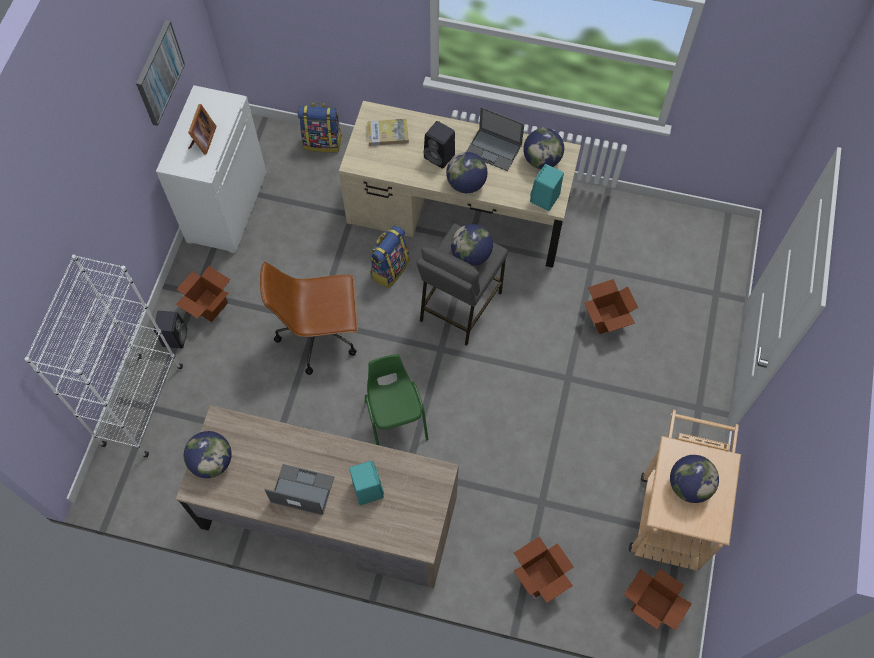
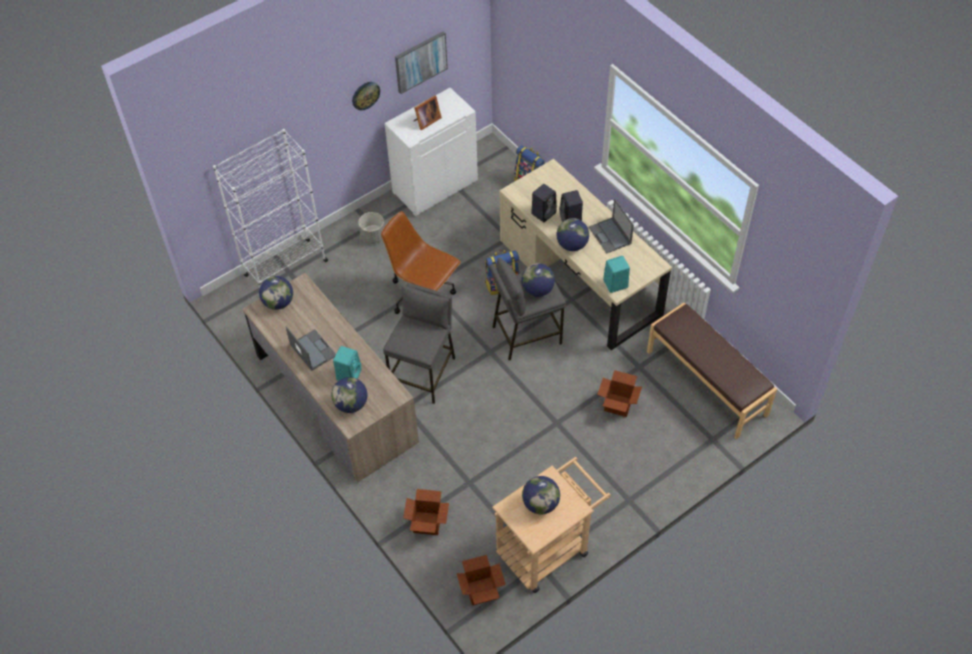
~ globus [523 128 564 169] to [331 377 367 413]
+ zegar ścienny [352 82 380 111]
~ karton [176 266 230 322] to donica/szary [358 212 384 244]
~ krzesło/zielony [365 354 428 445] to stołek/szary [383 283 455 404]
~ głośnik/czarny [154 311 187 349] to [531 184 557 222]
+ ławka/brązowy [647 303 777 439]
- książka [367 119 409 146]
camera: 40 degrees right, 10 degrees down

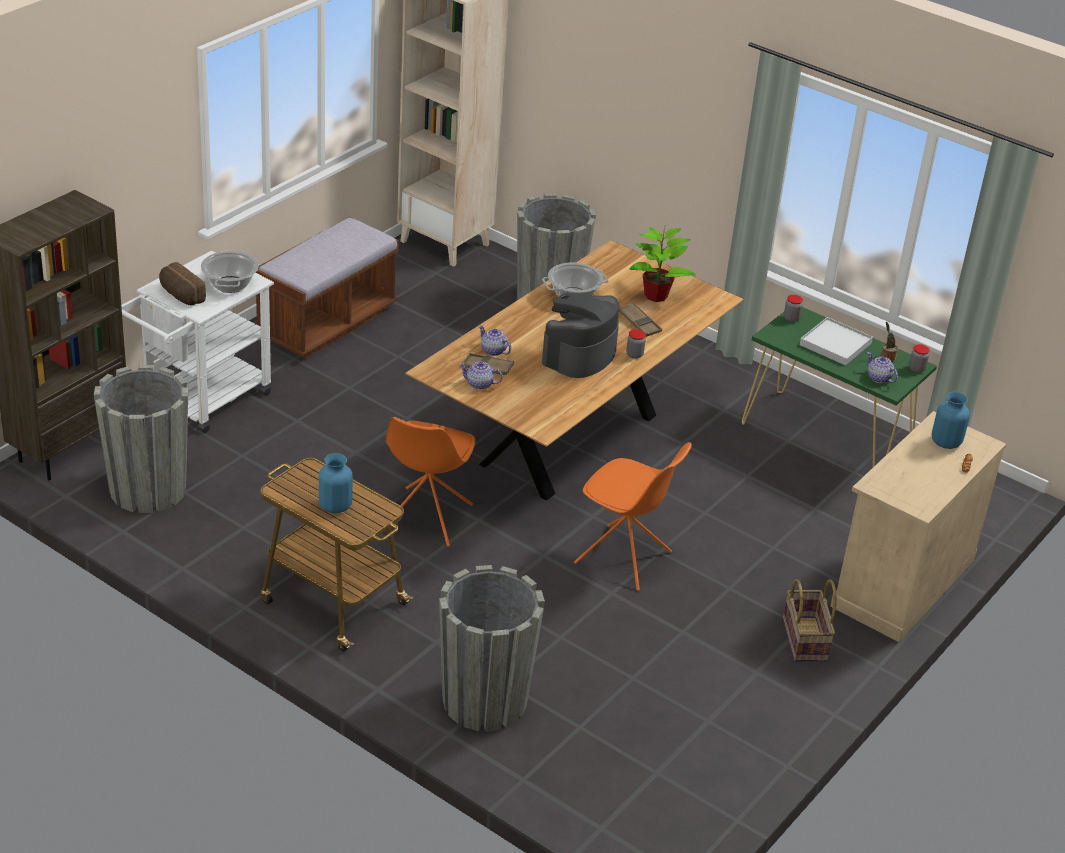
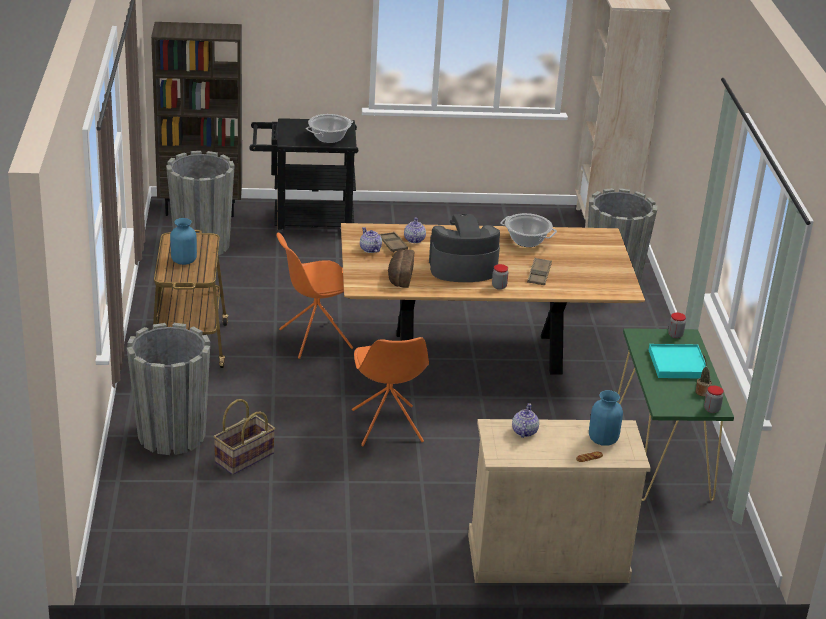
~ koszyk [783 579 837 661] to [213 399 275 475]
~ wózek/biały [121 250 274 433] to wózek/czarny [249 118 358 236]
~ chleb [159 262 206 305] to [388 250 414 288]
~ imbryk [867 352 898 383] to [512 403 539 438]
~ taca/biały [800 317 873 366] to taca/turkusowy [649 344 706 378]
- ławka/brązowy [256 217 399 359]
- roślina doniczkowa [630 227 696 302]
camera: 50 degrees right, 5 degrees down

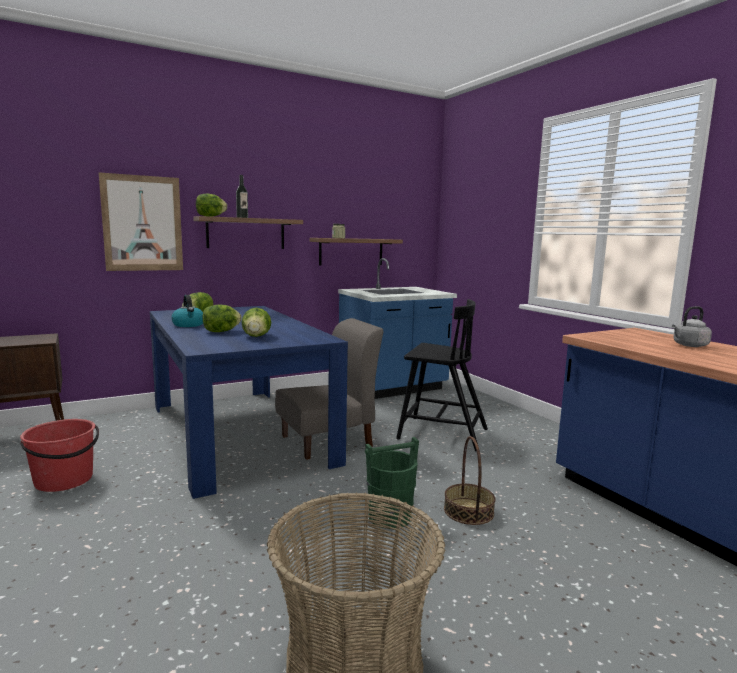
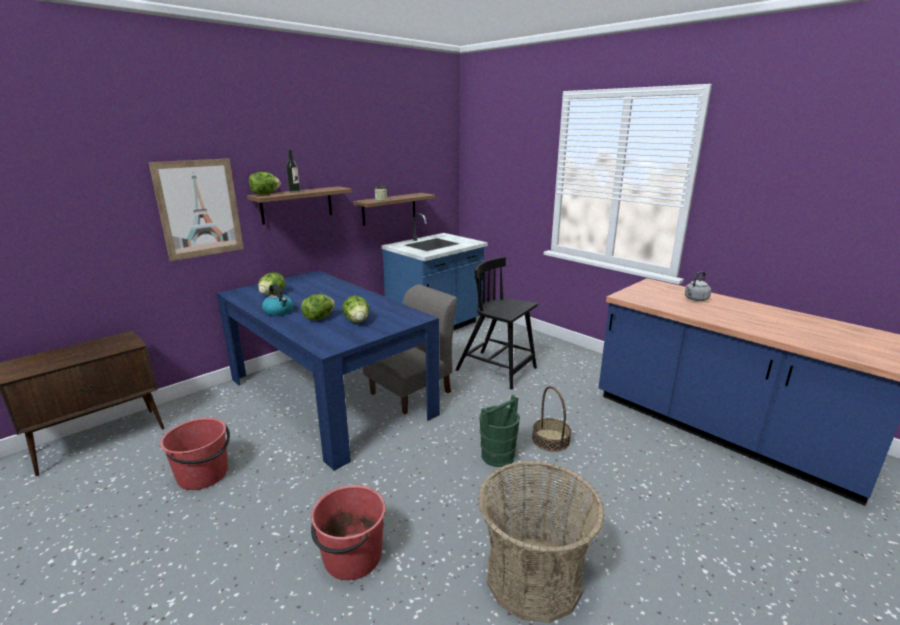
+ wiadro/czerwony [311 485 386 580]
~ krzesło/czarny [396 299 488 452] = [455 257 538 389] 150 degrees counterclockwise
camera: 15 degrees left, 10 degrees up

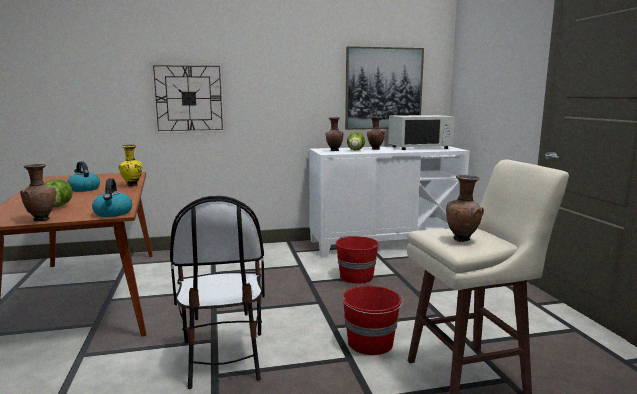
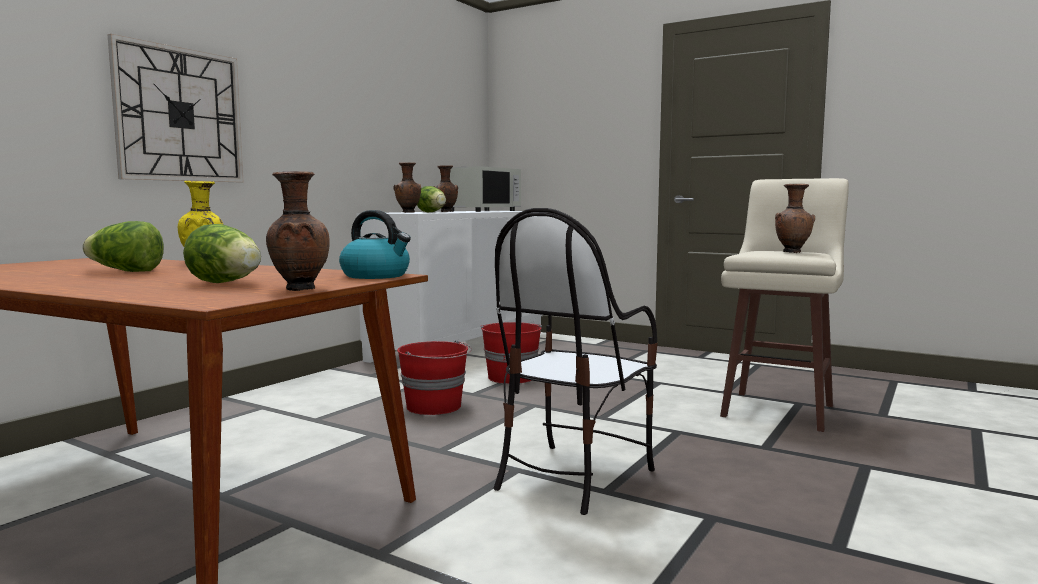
~ czajnik [67 161 100 192] to sałata [82 221 164 272]
~ wiadro/czerwony [342 286 403 355] to [397 340 471 415]
~ krzesło [170 196 265 389] = [493 208 658 515] 90 degrees clockwise
- obraz [345 46 424 130]
camera: 45 degrees left, 5 degrees down

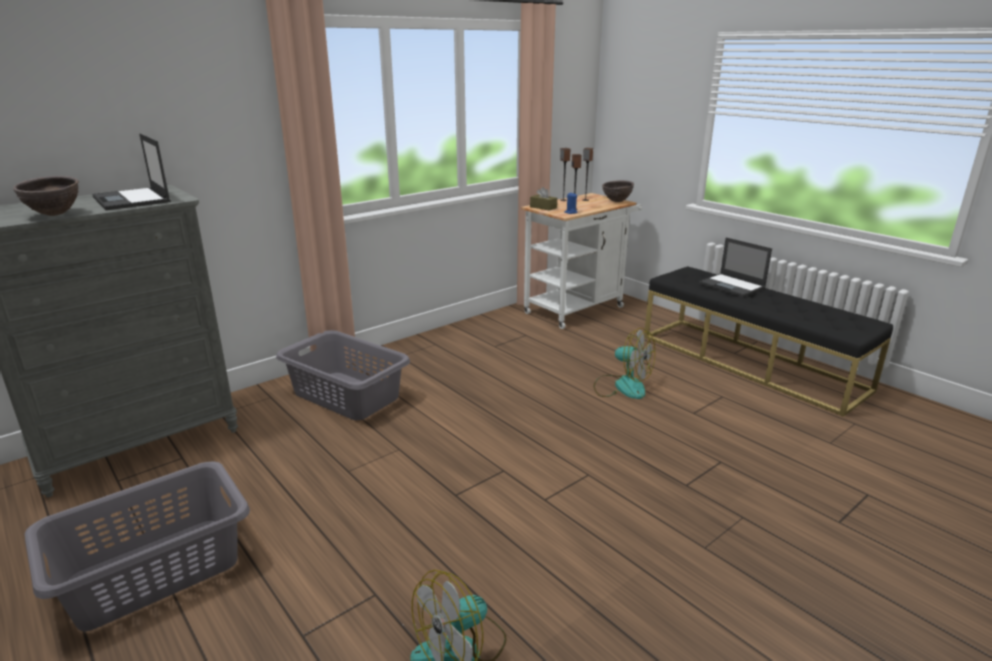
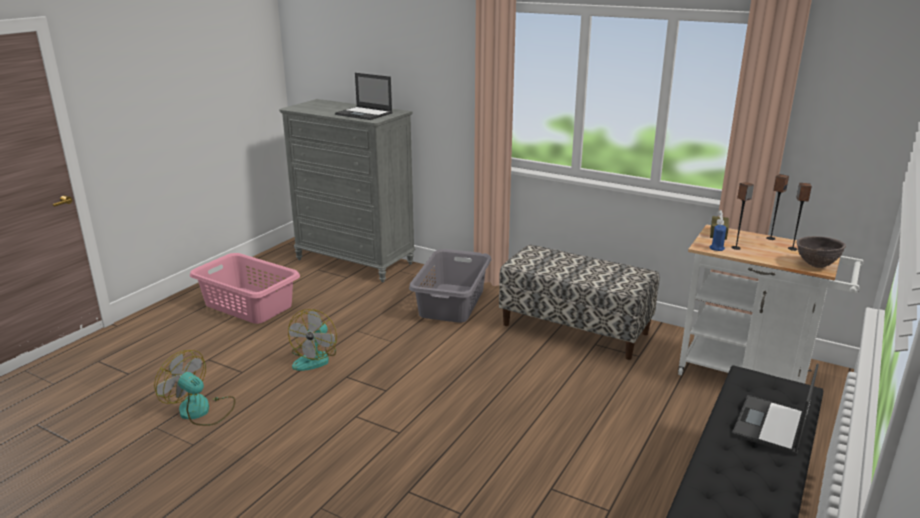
~ kosz na pranie/szary [25 462 250 631] to kosz na pranie/różowy [190 253 300 324]
~ wentylator [594 328 655 399] to [288 309 337 371]
~ laptop [92 133 171 210] = [335 73 393 120] 90 degrees counterclockwise
+ ławka [499 245 659 360]
- miska/brązowy [13 176 79 216]
camera: 70 degrees right, 0 degrees up

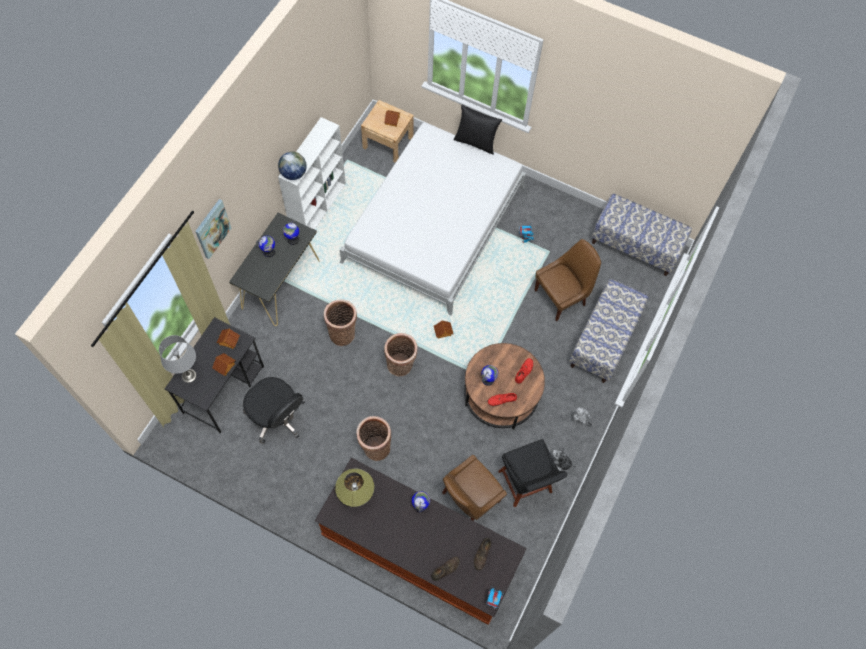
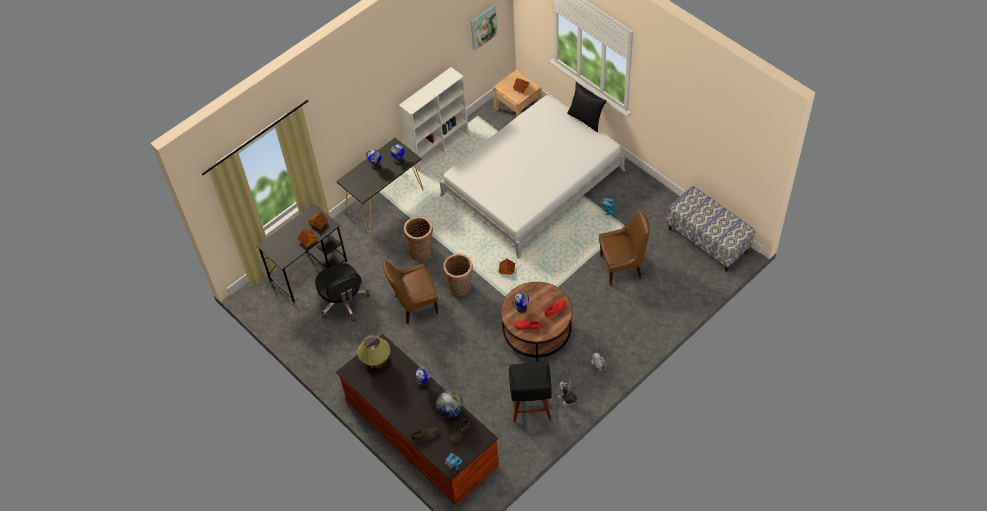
~ krzesło/brązowy [442 455 507 521] to [383 261 438 324]
~ globus [278 151 307 180] to [436 391 463 418]
~ obraz [195 199 231 259] to [471 4 497 51]
- lampa stołowa/szary [159 335 196 383]
- koszyk [356 416 391 461]
- ławka [569 279 649 383]
camera: 25 degrees right, 10 degrees down

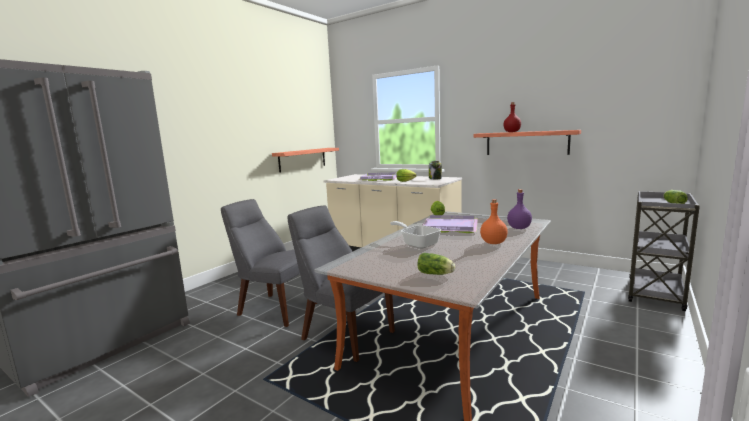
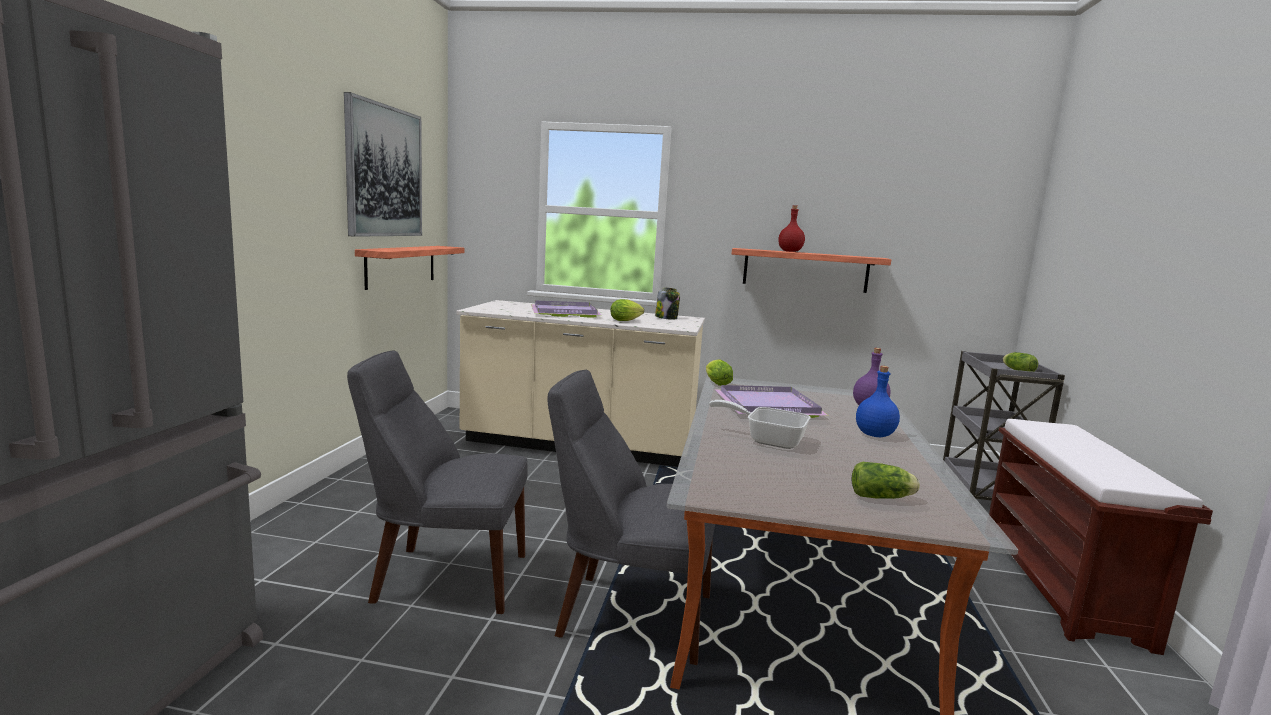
+ obraz [344 92 422 237]
~ butelka/pomarańczowy [480 199 508 244] to butelka/niebieski [856 366 900 437]
+ ławka/brązowy [989 419 1213 655]
camera: 25 degrees left, 0 degrees up

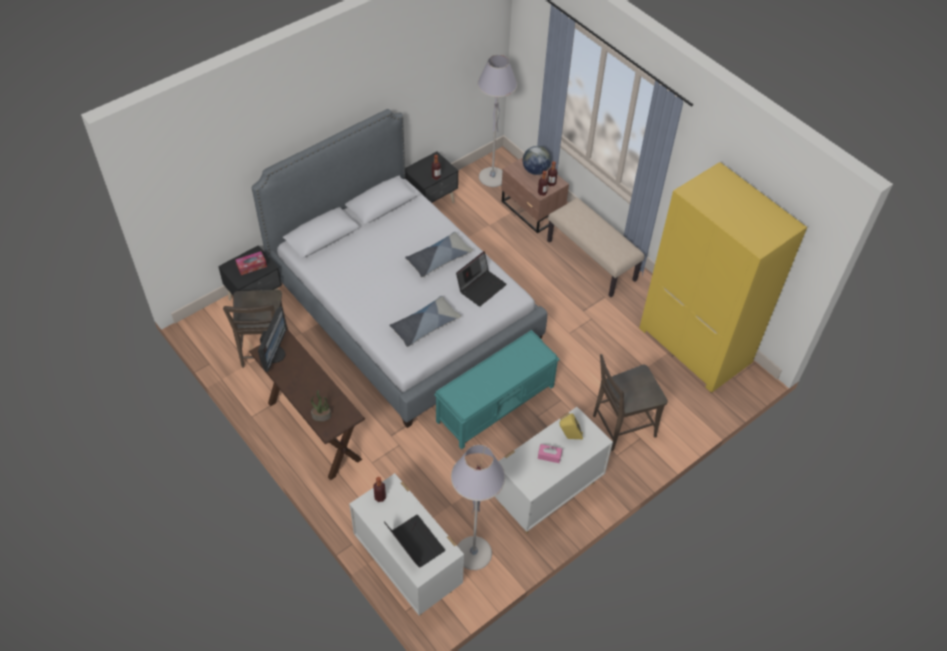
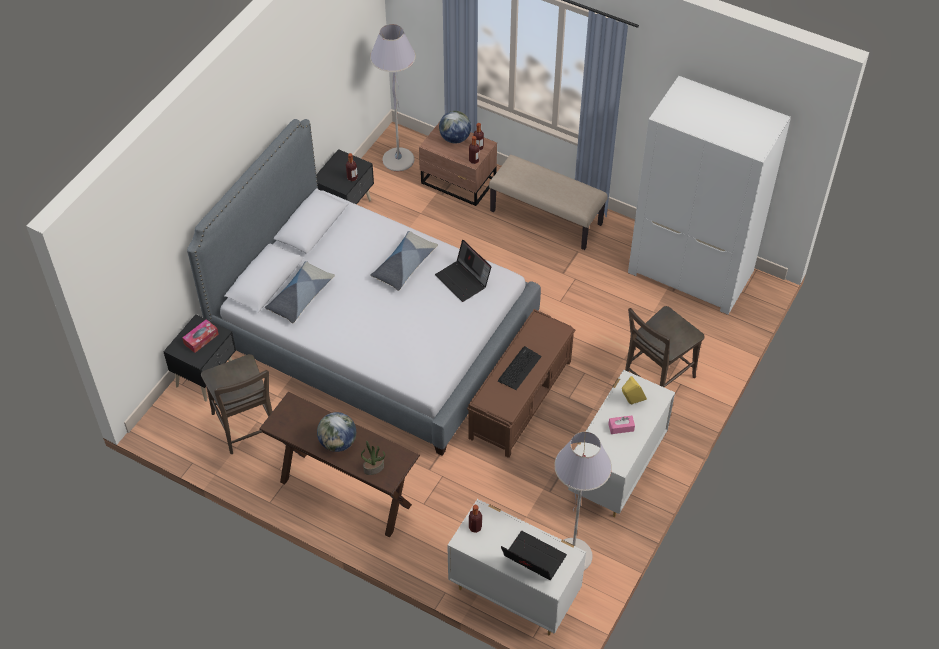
~ poduszka [389 296 461 347] to [265 261 335 323]
+ globus [317 412 356 452]
~ laptop [456 251 507 307] = [435 240 491 302] 120 degrees clockwise
~ ławka/turkusowy [434 330 560 449] to ławka/brązowy [467 309 576 458]
+ klawiatura [498 346 542 390]
~ szafa/żółty [639 162 807 393] to szafa/biały [628 76 791 315]
- monitor [258 306 287 372]
camera: 20 degrees left, 0 degrees up

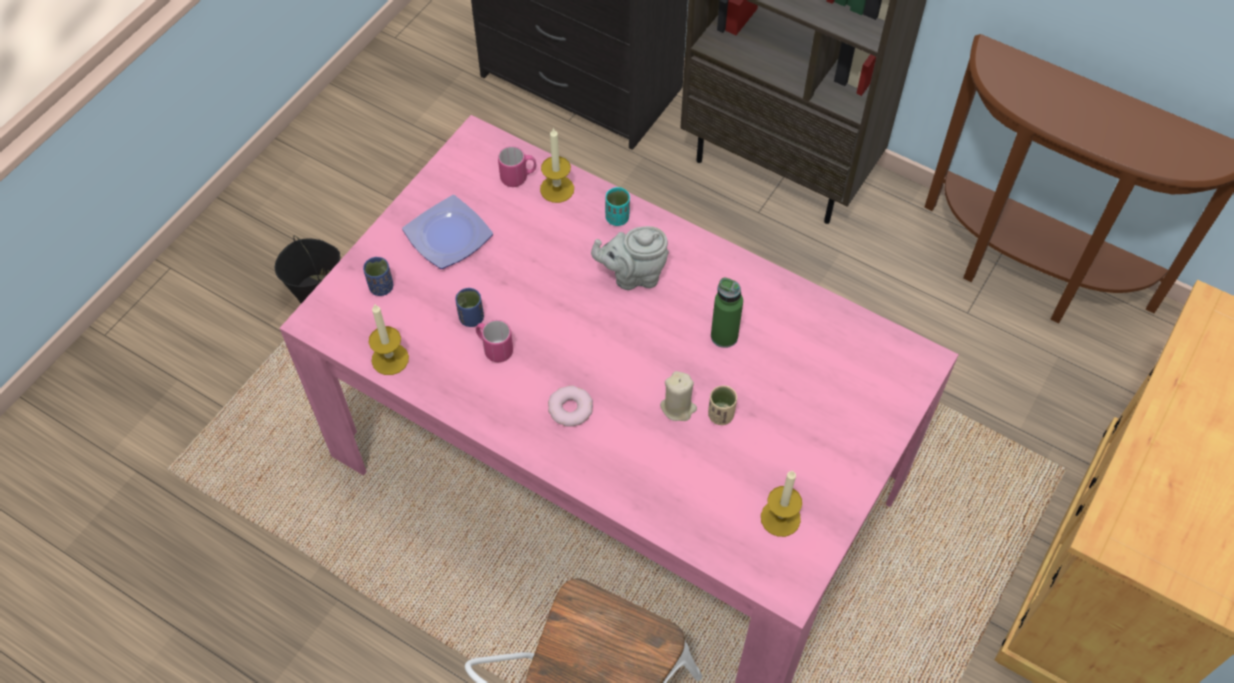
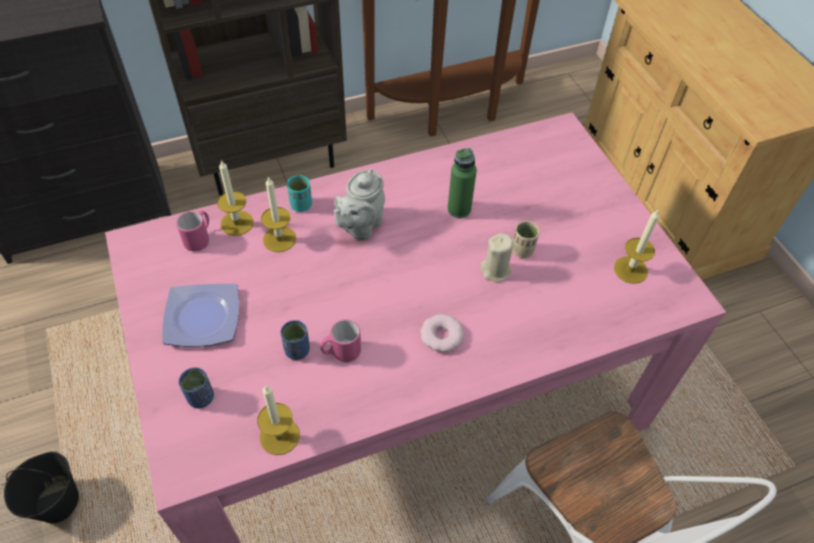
+ świeca [261 177 296 252]
camera: 55 degrees left, 5 degrees down

